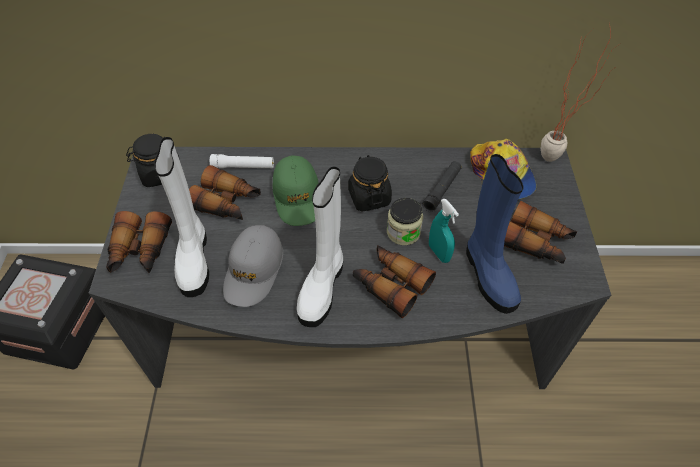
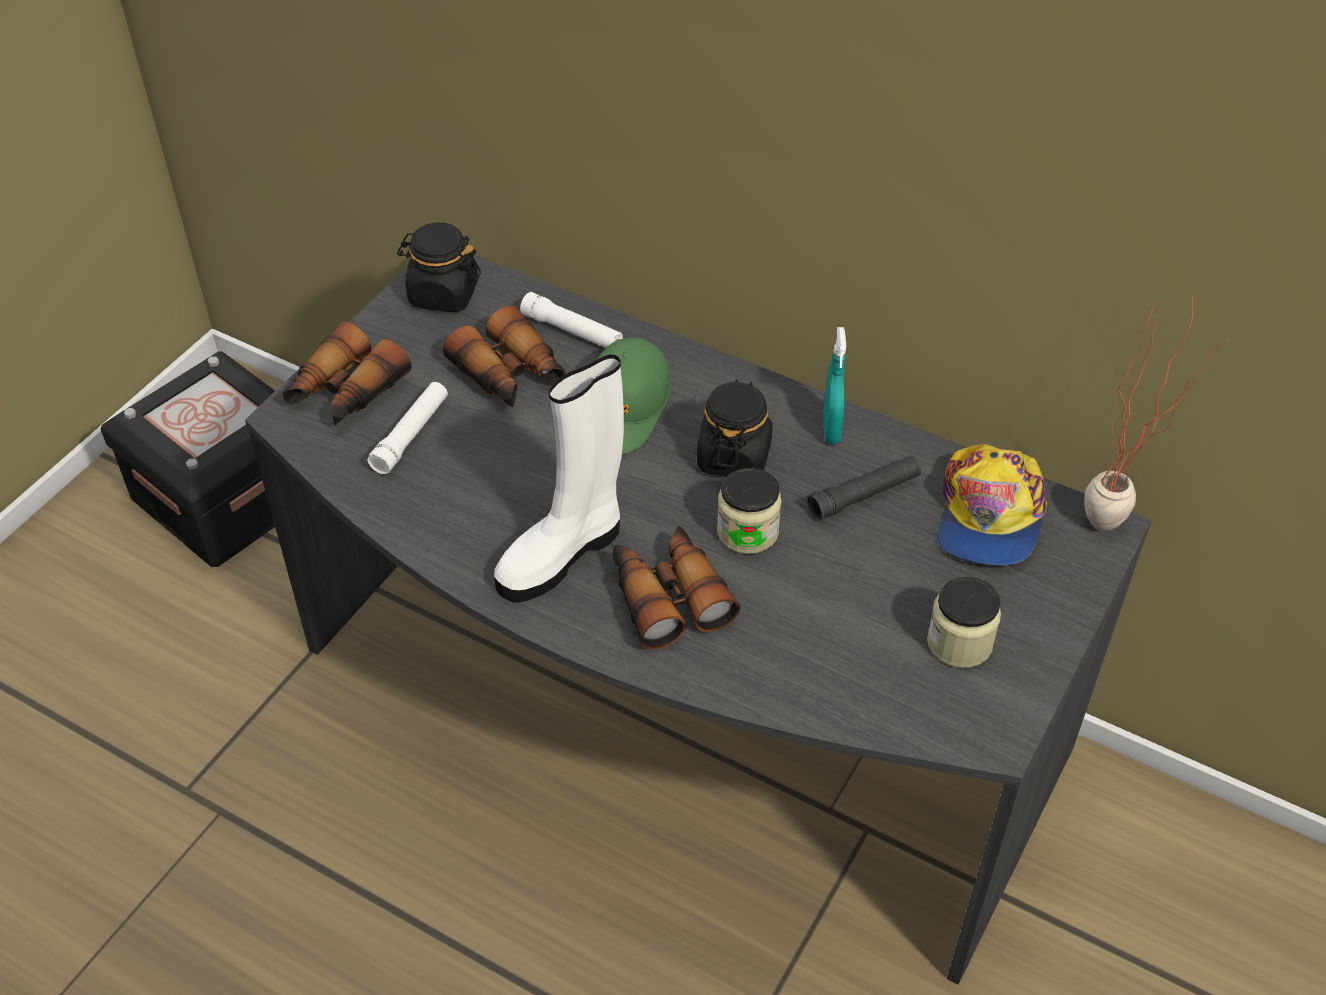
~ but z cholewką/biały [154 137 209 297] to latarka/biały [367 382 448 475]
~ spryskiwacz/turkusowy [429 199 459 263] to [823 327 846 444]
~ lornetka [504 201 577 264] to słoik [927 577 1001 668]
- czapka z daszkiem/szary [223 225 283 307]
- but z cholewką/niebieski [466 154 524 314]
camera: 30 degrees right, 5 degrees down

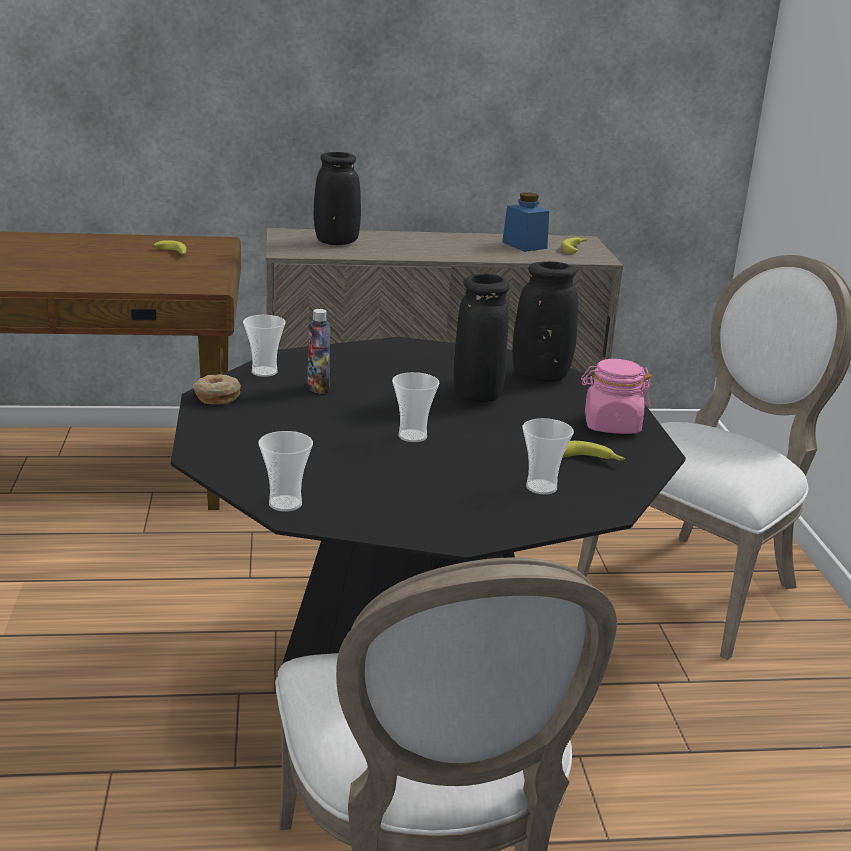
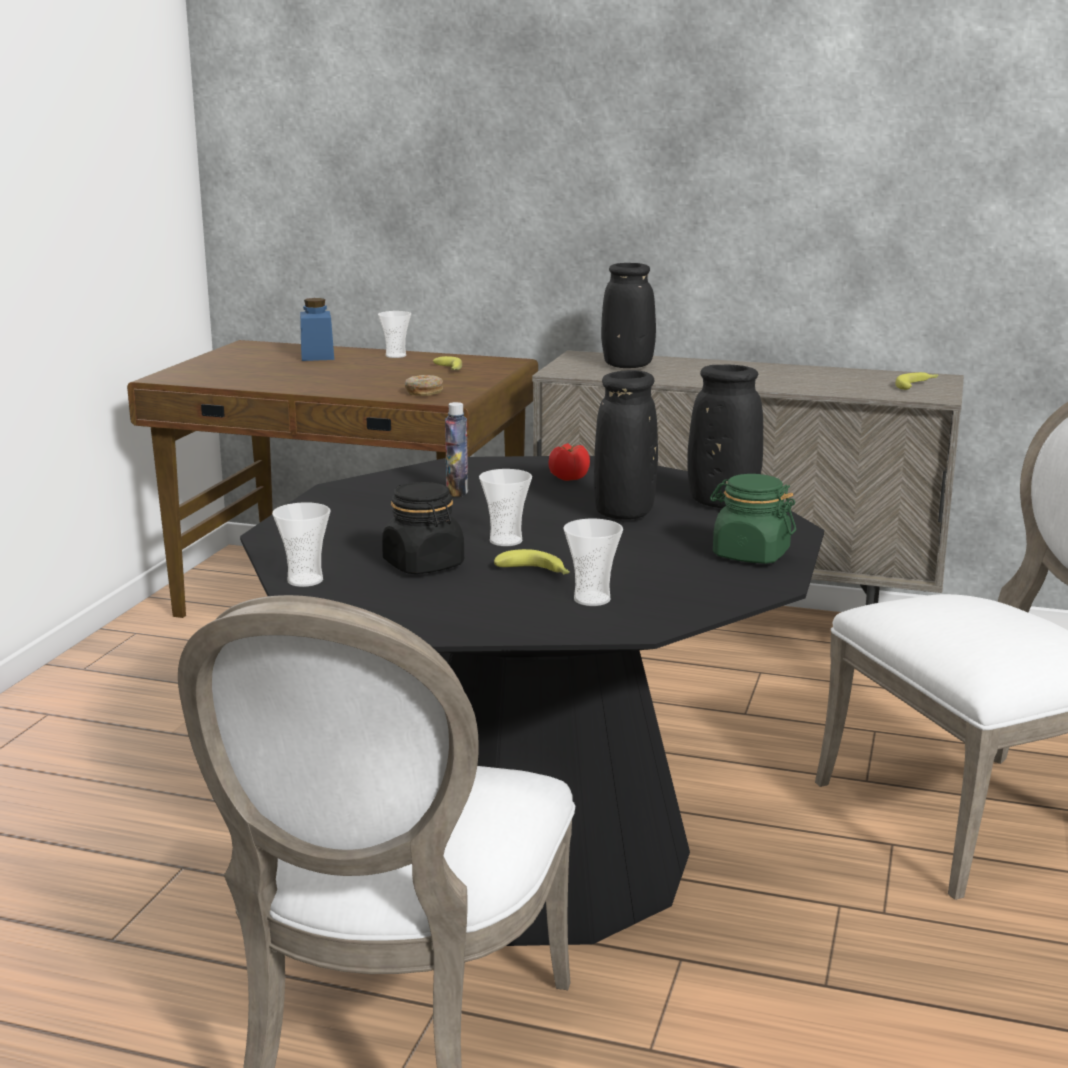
~ słoik/niebieski [502 192 549 252] to [300 298 334 361]
~ filiżanka [243 315 286 377] to [378 311 411 358]
+ słoik/czarny [382 482 464 574]
~ donut [193 374 241 405] to [405 375 443 396]
~ banan [562 441 625 461] to [494 549 570 575]
+ pomidor [548 443 590 481]
~ słoik/różowy [581 359 652 434] to słoik/zielony [710 474 796 564]
camera: 25 degrees right, 5 degrees down

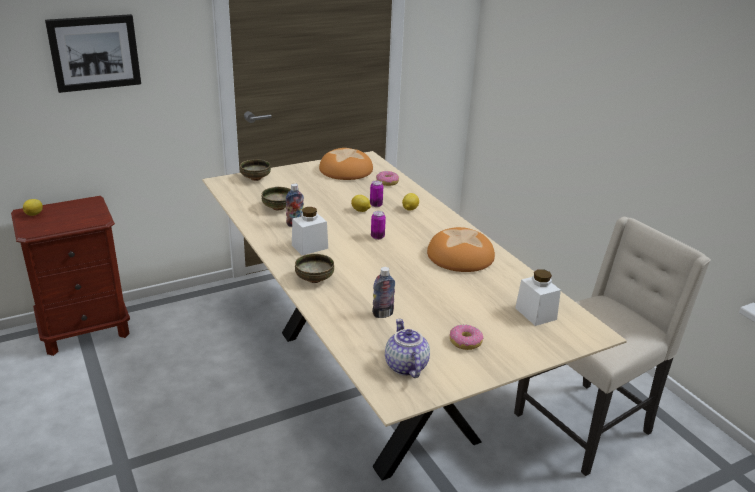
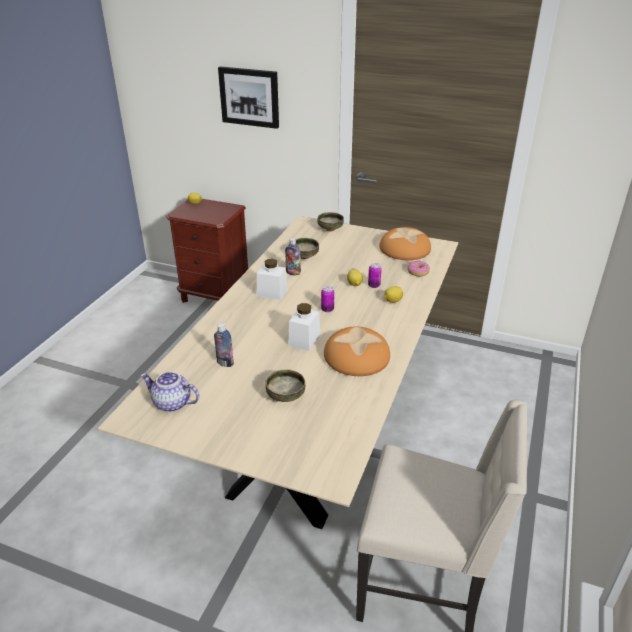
~ imbryk [385 319 430 378] = [140 372 199 412] 105 degrees counterclockwise
~ miska [295 254 334 283] to [266 369 305 402]
~ słoik/biały [515 269 561 326] to [289 303 320 351]
- donut [450 324 484 350]
camera: 50 degrees right, 5 degrees up

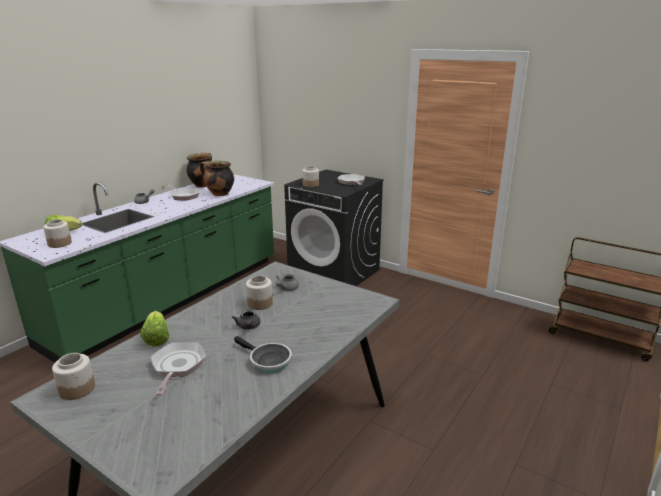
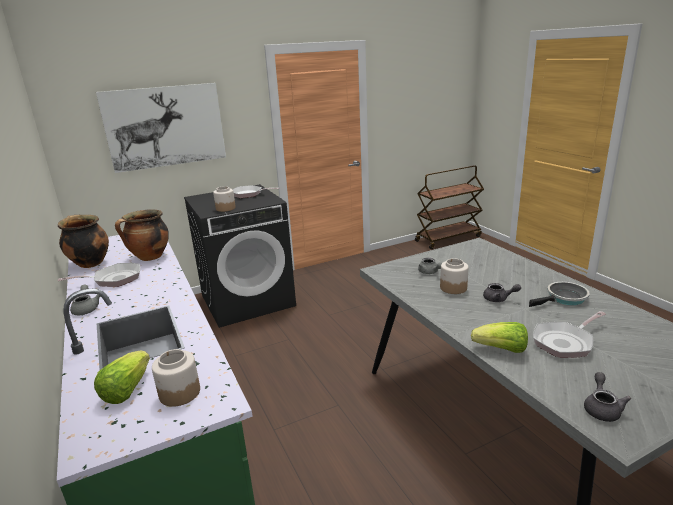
+ obraz [96 83 226 173]
~ patelnia [150 342 206 395] = [533 311 606 358] 60 degrees counterclockwise
~ słoik [52 353 95 400] to imbryk/szary [584 372 631 422]
camera: 60 degrees left, 0 degrees up

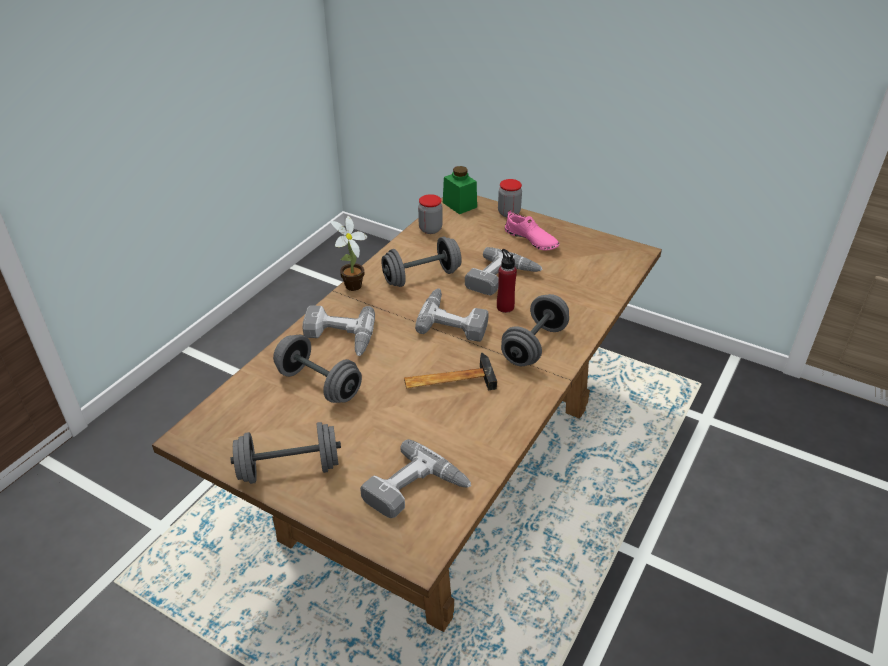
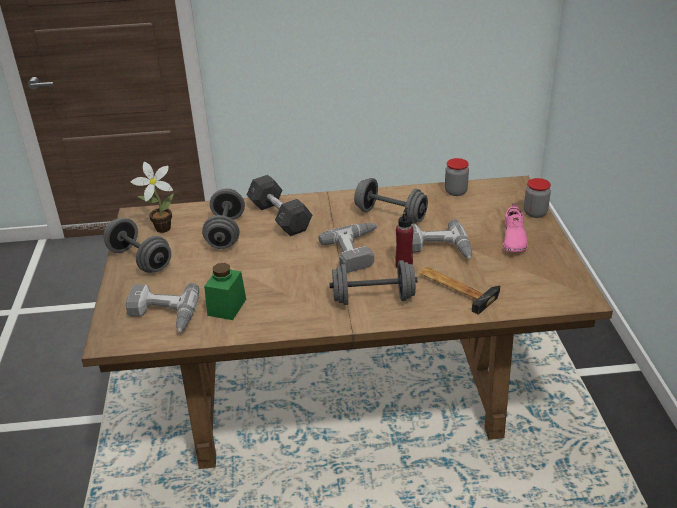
~ roślina doniczkowa [330 215 368 291] to [131 162 174 233]
~ słoik/zielony [443 166 477 214] to [204 263 246 320]
~ wiertarka [303 305 375 356] to hantel/szary [247 175 312 236]
~ młotek [404 353 497 390] to [420 267 500 315]
camera: 55 degrees right, 5 degrees down

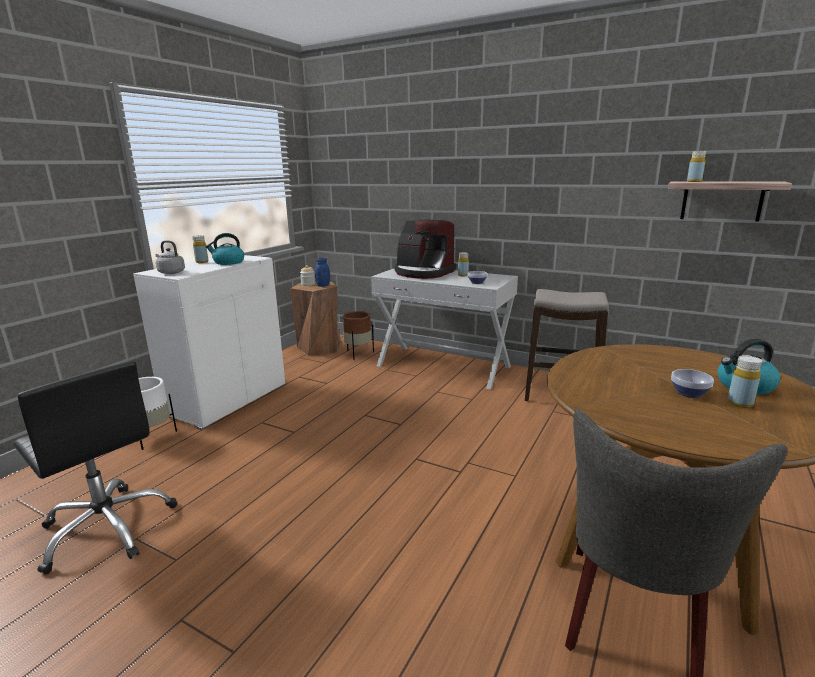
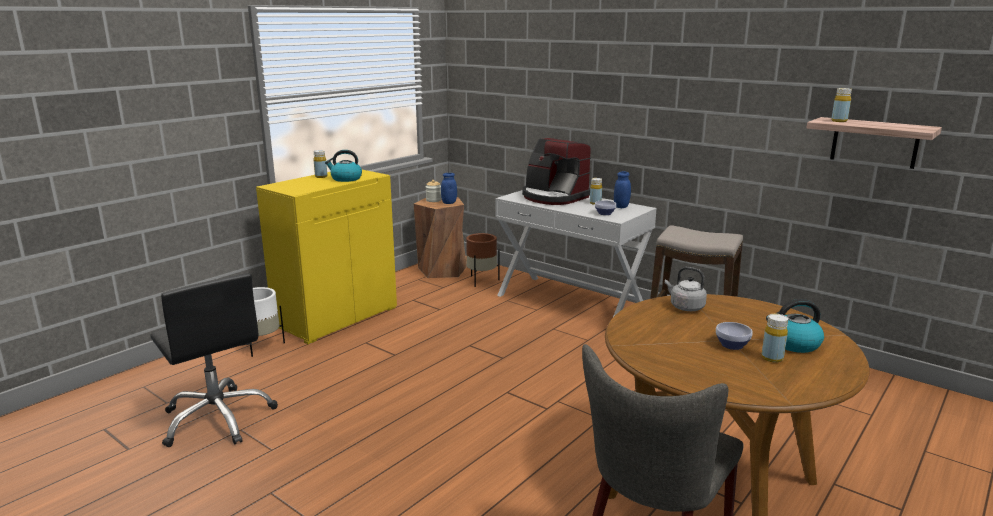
~ szafka/biały [133 255 285 430] to szafka/żółty [256 170 397 344]
+ słoik/niebieski [614 171 631 208]
~ czajnik/szary [156 241 185 274] to [665 267 707 311]
camera: 10 degrees right, 0 degrees up

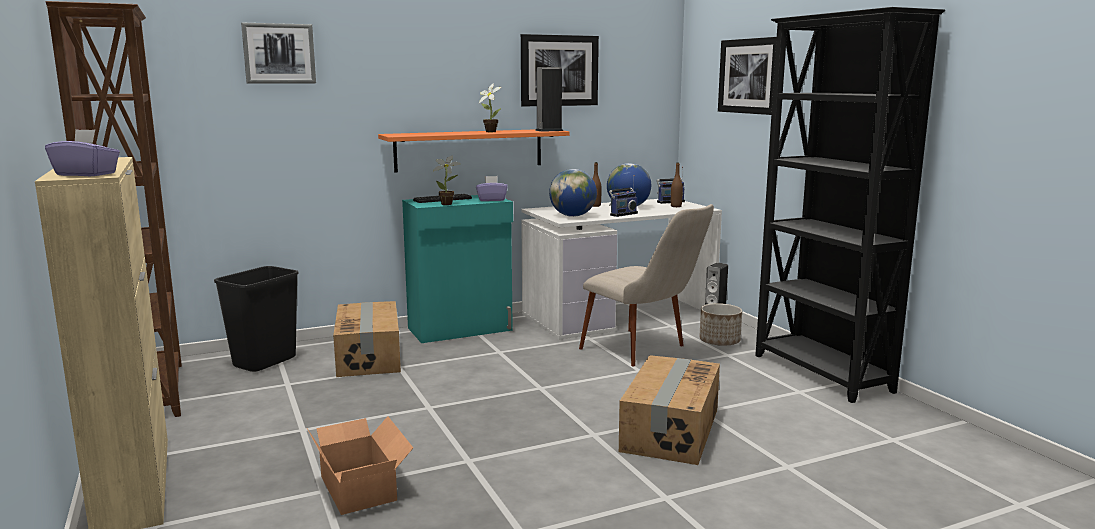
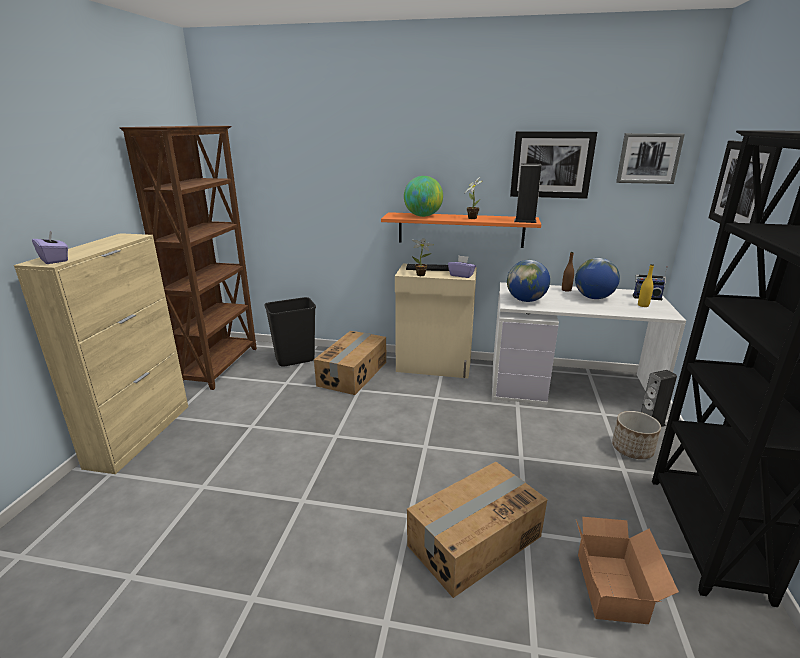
~ szafka/turkusowy [402 195 513 343] to szafka/beżowy [395 264 477 378]
+ globus [404 176 443 217]
~ karton [307 416 413 515] to [576 517 679 624]
~ obraz [241 23 316 84] to [616 133 685 184]
~ butelka/brązowy [671 163 683 207] to butelka/żółty [638 264 654 307]
- krzesło/beżowy [579 204 714 366]
- radio [609 175 638 217]
camera: 35 degrees right, 10 degrees up

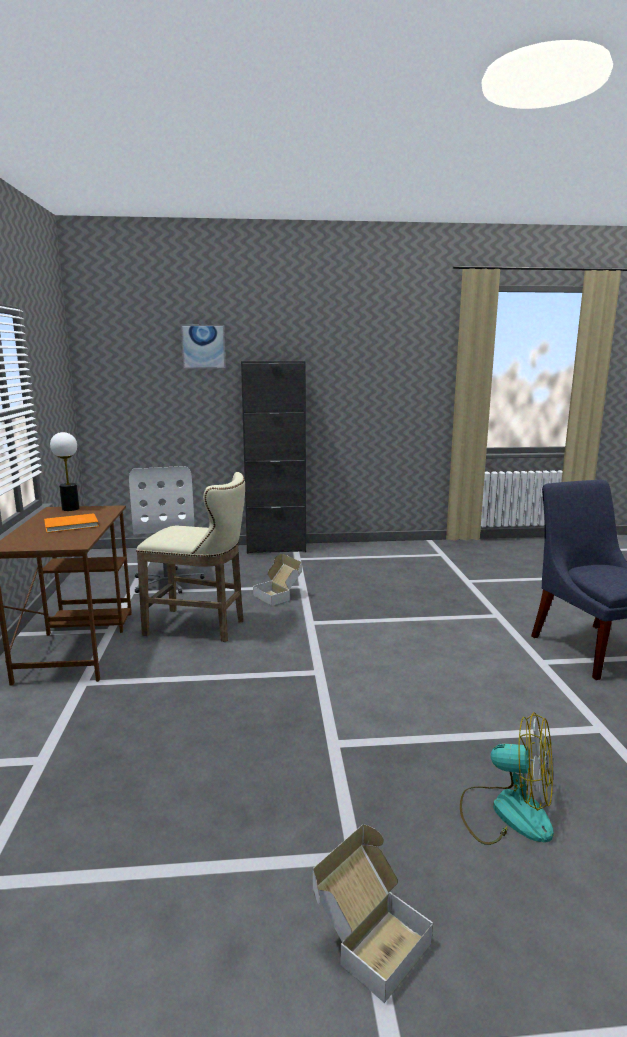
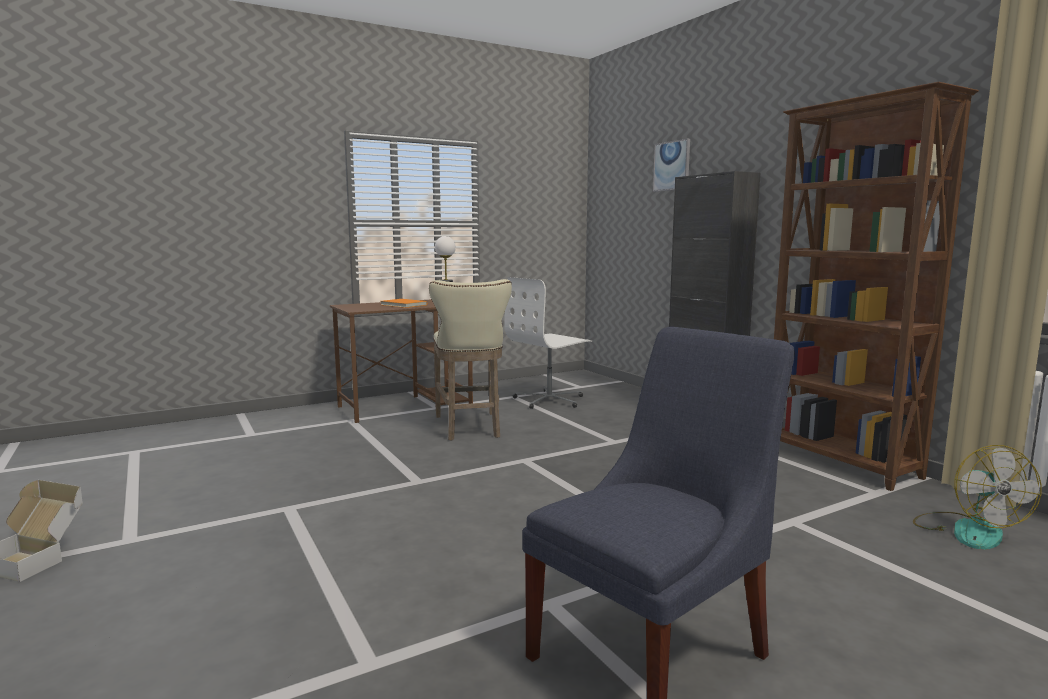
+ regał/brązowy [774 82 979 491]
~ wentylator [460 712 554 845] to [913 445 1042 549]
- karton [253 554 302 606]
camera: 65 degrees right, 5 degrees down

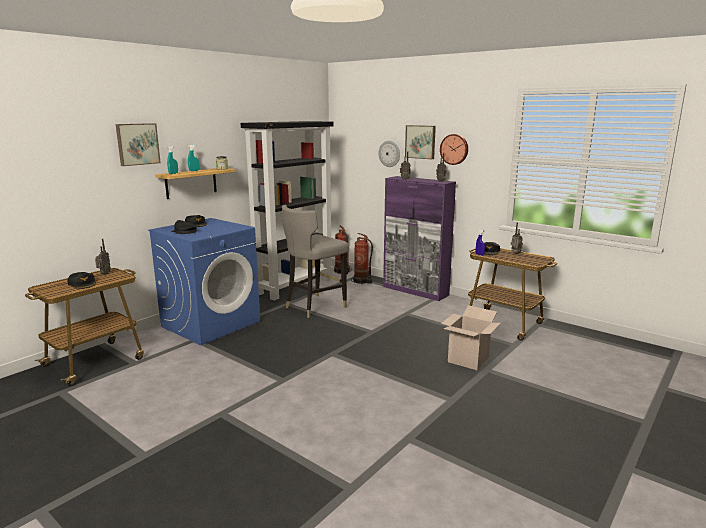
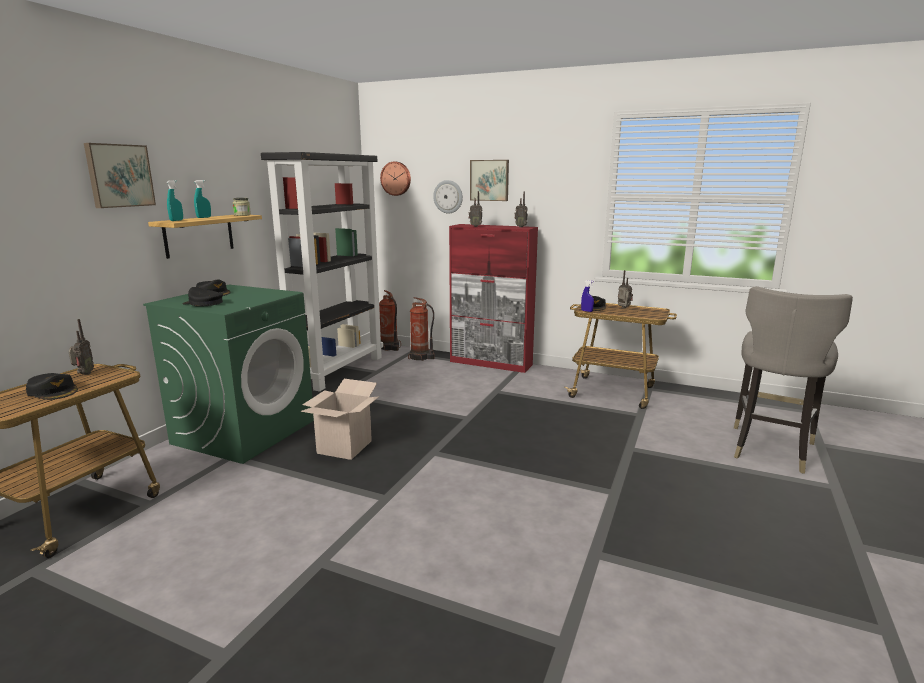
~ pralka/niebieski [148 218 260 345] to pralka/zielony [143 285 314 464]
~ karton [441 305 501 370] to [300 379 379 460]
~ zegar ścienny [440 134 468 165] to [380 162 411 196]
~ szafka/fioletowy [383 176 456 301] to szafka/czerwony [449 224 538 373]
~ stołek/szary [282 205 349 318] to [734 286 853 473]
camera: 15 degrees left, 0 degrees up

